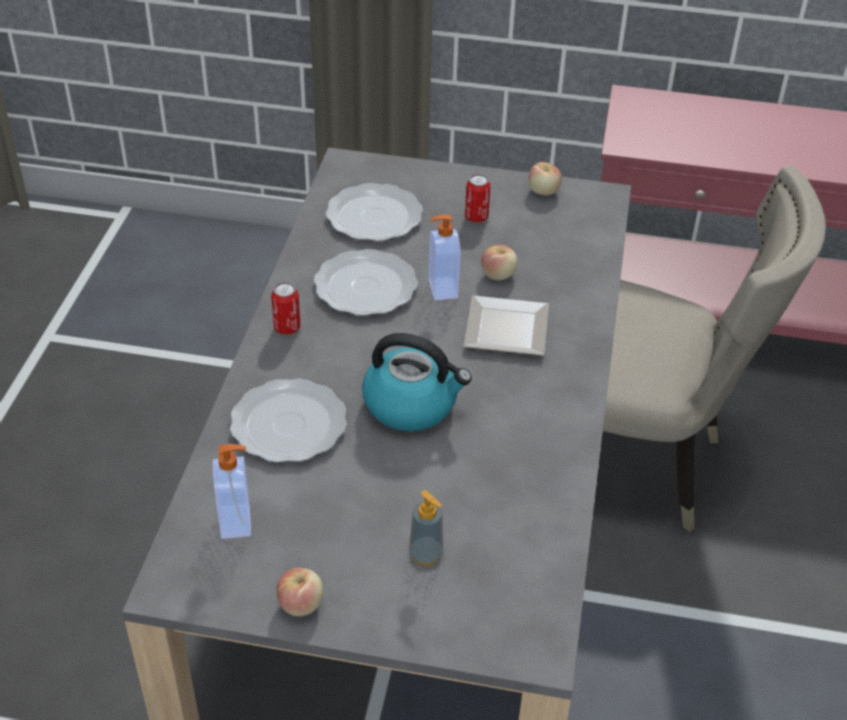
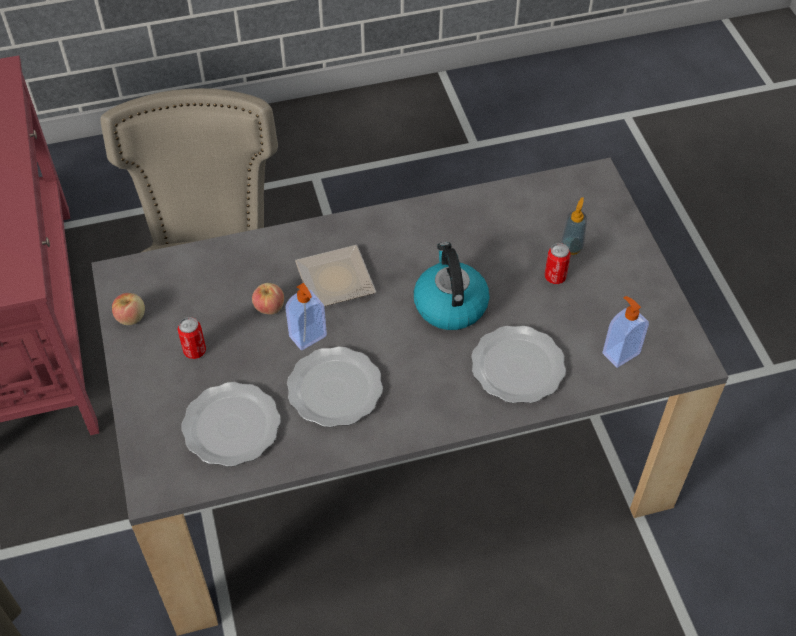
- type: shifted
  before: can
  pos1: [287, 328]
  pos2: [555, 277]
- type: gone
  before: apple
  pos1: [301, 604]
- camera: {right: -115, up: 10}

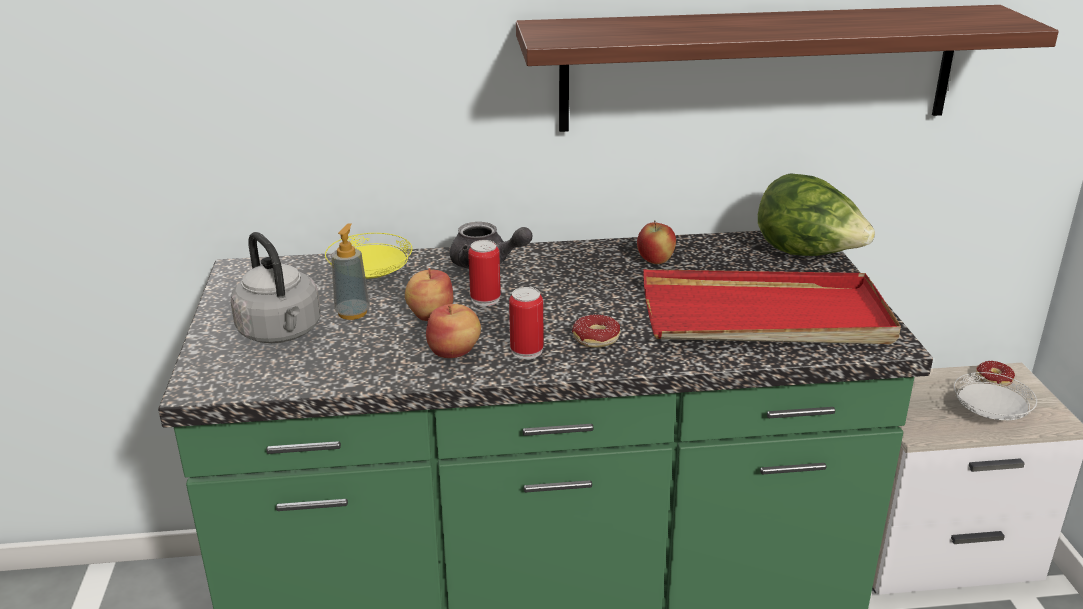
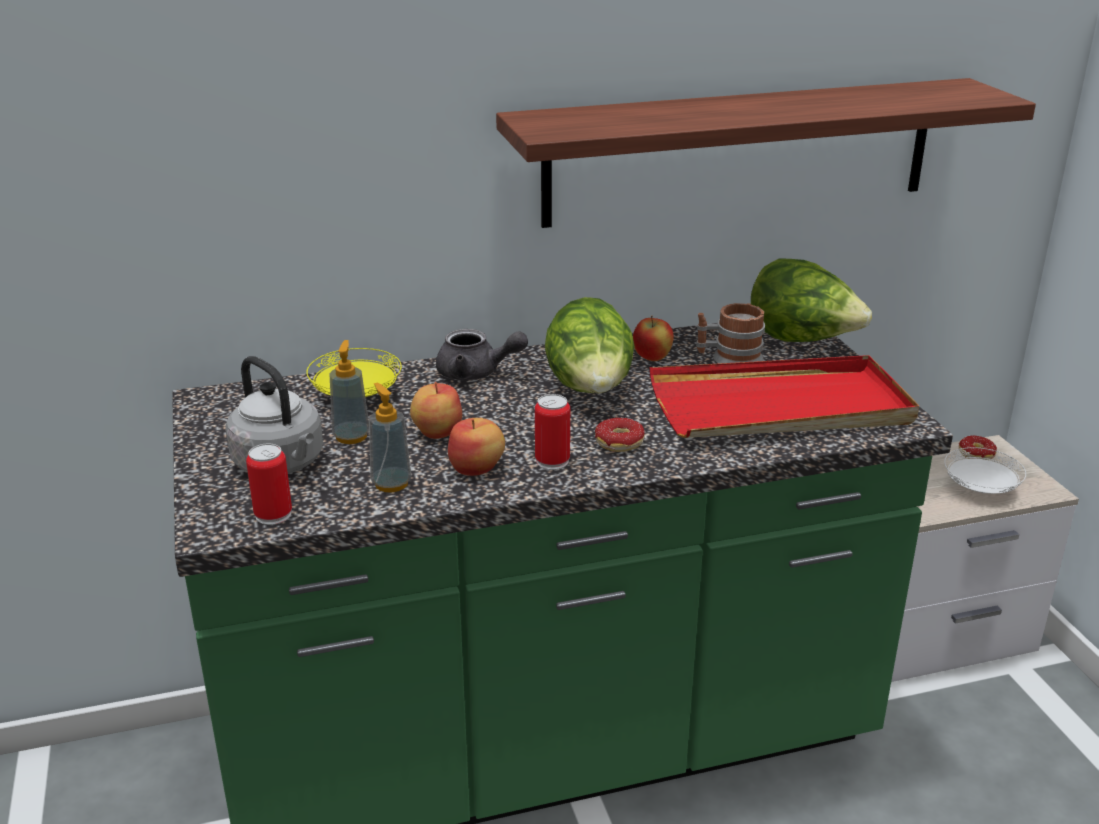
- type: shifted
  before: can
  pos1: [485, 299]
  pos2: [273, 515]
- type: new
  after: lettuce
  pos2: [591, 391]
- type: new
  after: mug
  pos2: [729, 359]
- type: new
  after: soap dispenser
  pos2: [391, 483]
- camera: {right: -10, up: 0}

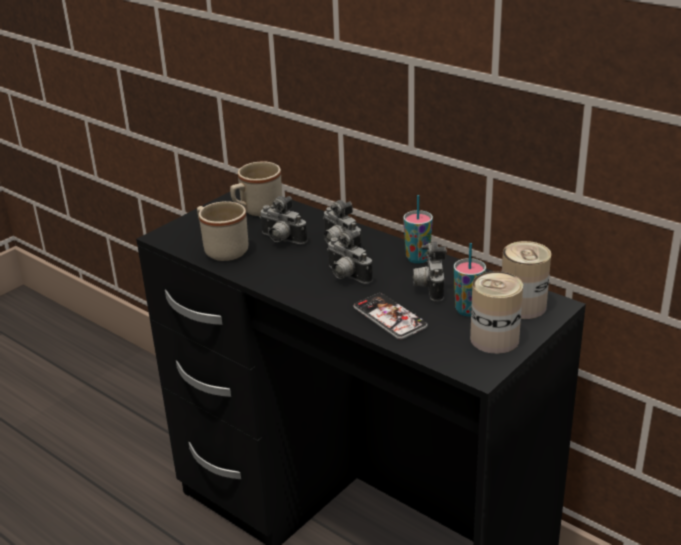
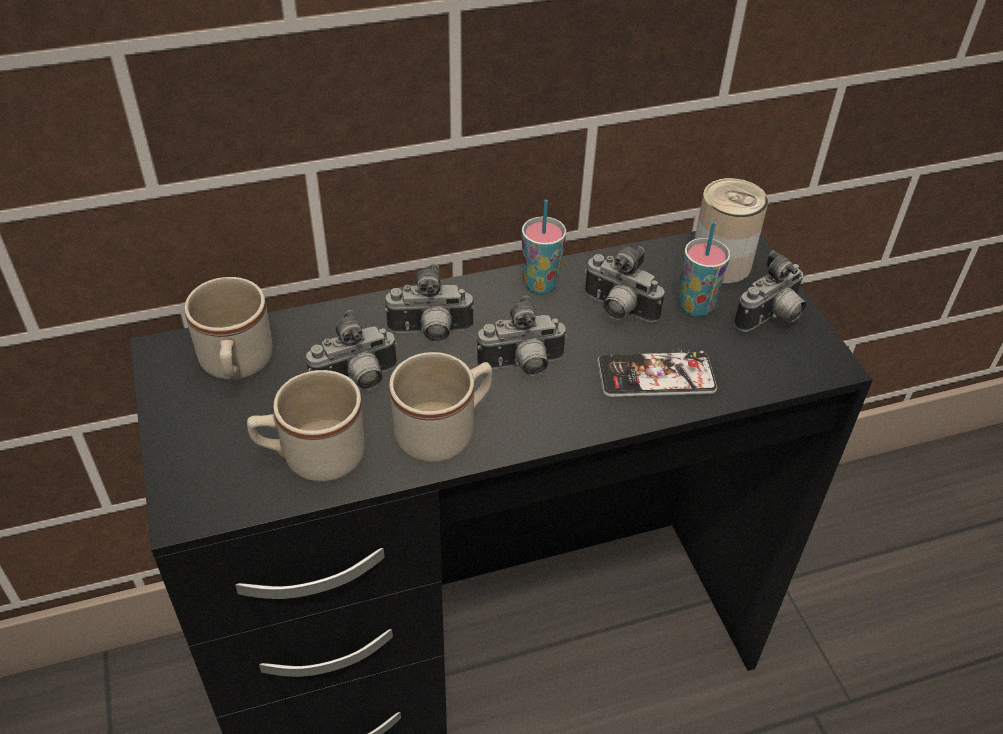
- type: swapped
  before: can
  after: photo camera
  pos1: [494, 339]
  pos2: [771, 318]
- type: new
  after: beige mug
  pos2: [445, 431]
- camera: {right: -60, up: 15}

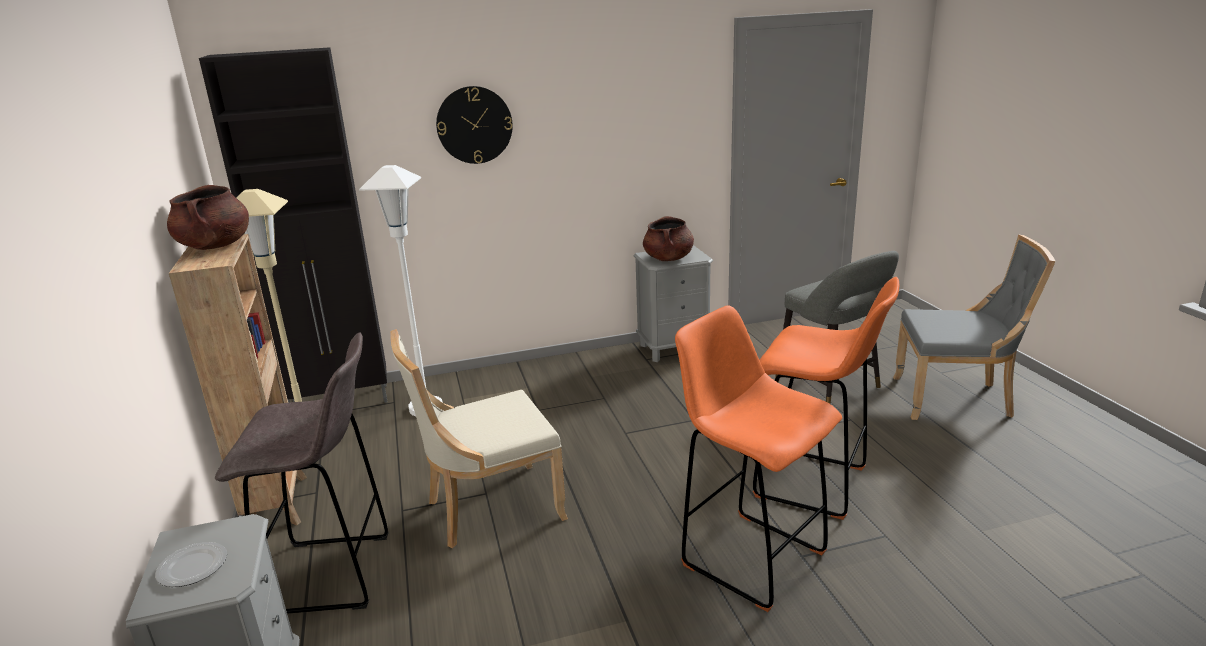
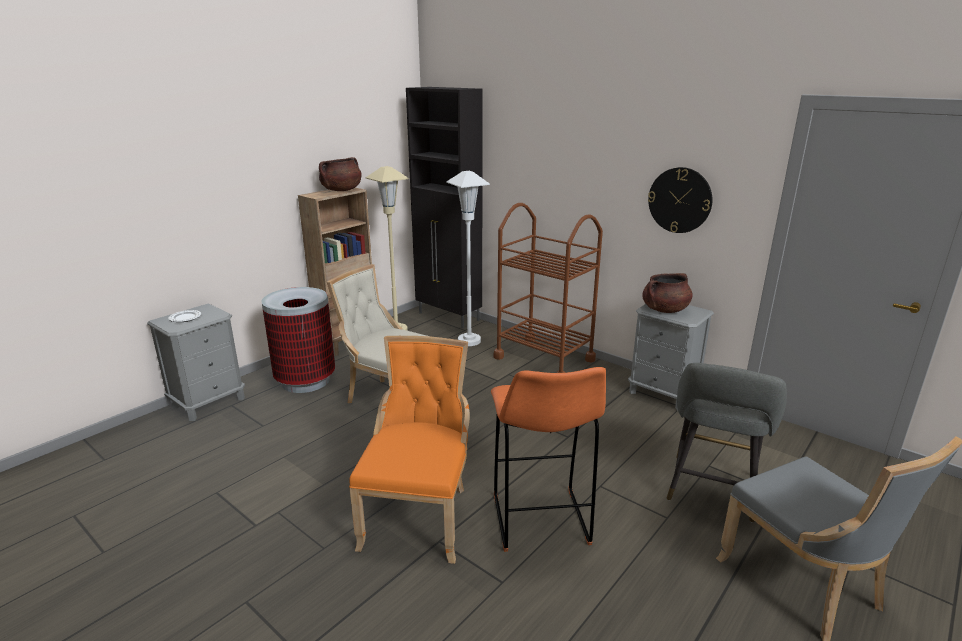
- type: shifted
  before: wall clock
  pos1: [474, 125]
  pos2: [680, 200]
- type: swapped
  before: orange stool
  after: orange chair
  pos1: [749, 557]
  pos2: [419, 515]
- type: swapped
  before: grey stool
  after: trash can
  pos1: [333, 574]
  pos2: [305, 381]
- type: new
  after: brown cart
  pos2: [544, 359]
- camera: {right: 55, up: 0}

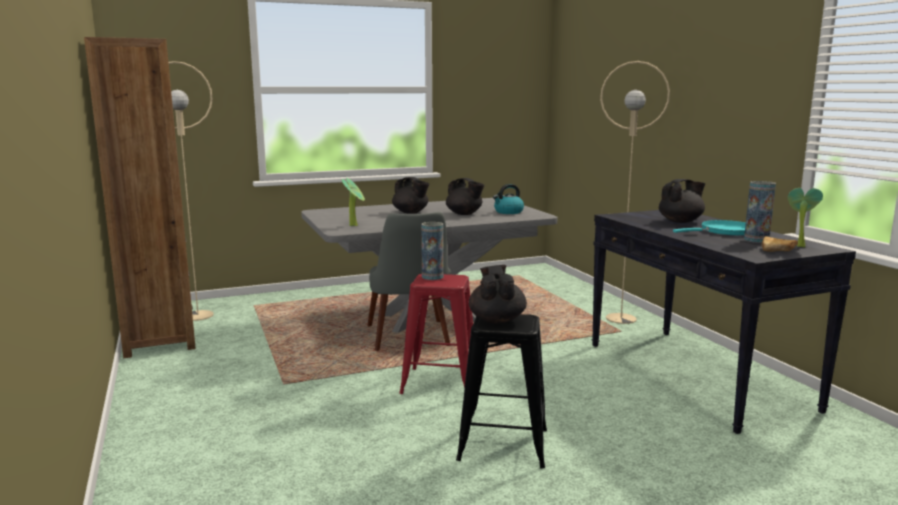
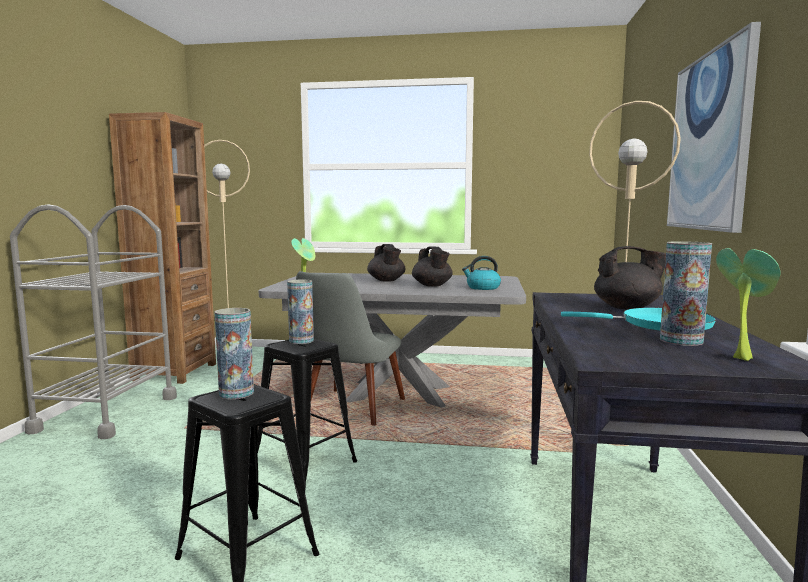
- type: gone
  before: bread
  pos1: [779, 250]
- type: swapped
  before: black teapot
  after: vase
  pos1: [496, 320]
  pos2: [236, 393]
- type: repainted
  before: red stool
  after: black stool
  pos1: [440, 383]
  pos2: [304, 462]
- type: new
  after: picture
  pos2: [709, 142]
- type: new
  after: grey cart
  pos2: [107, 414]
- camera: {right: 30, up: -5}

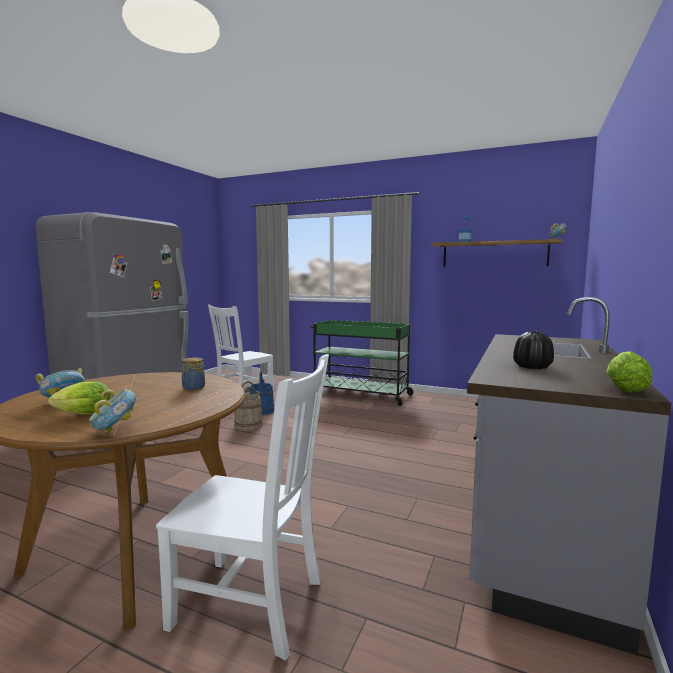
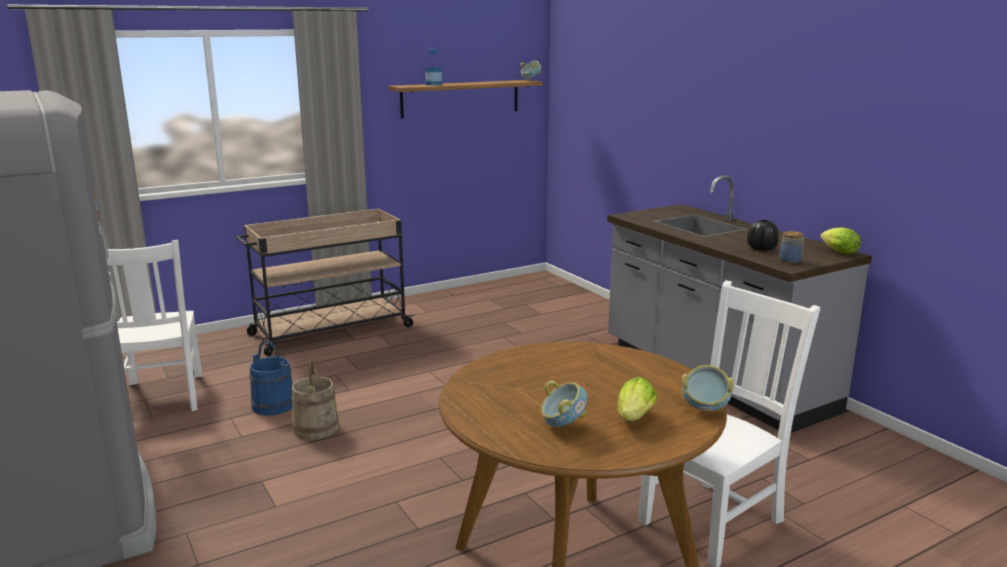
- type: repainted
  before: green cart
  after: beige cart
  pos1: [359, 394]
  pos2: [329, 331]
- type: shifted
  before: jar
  pos1: [193, 388]
  pos2: [790, 261]
- camera: {right: -55, up: 10}

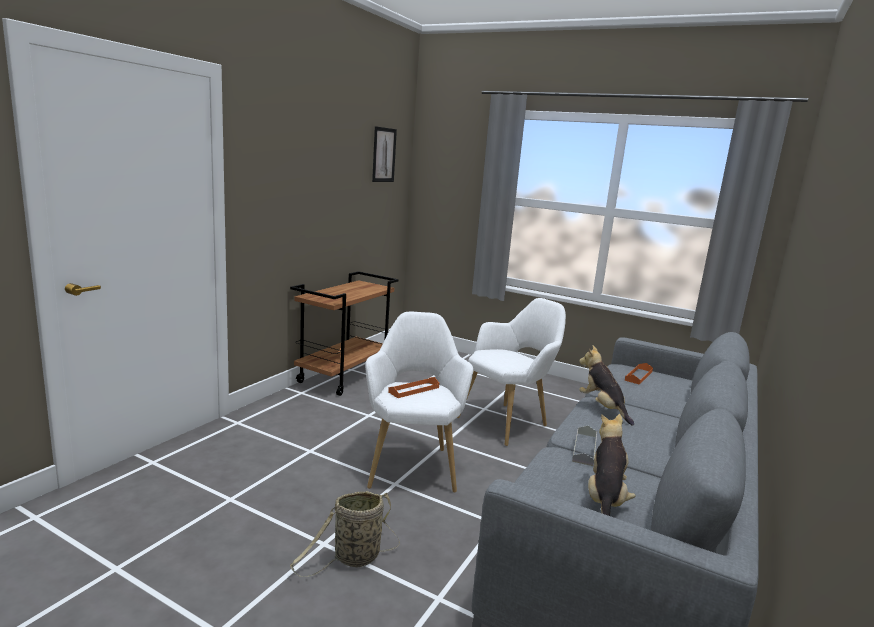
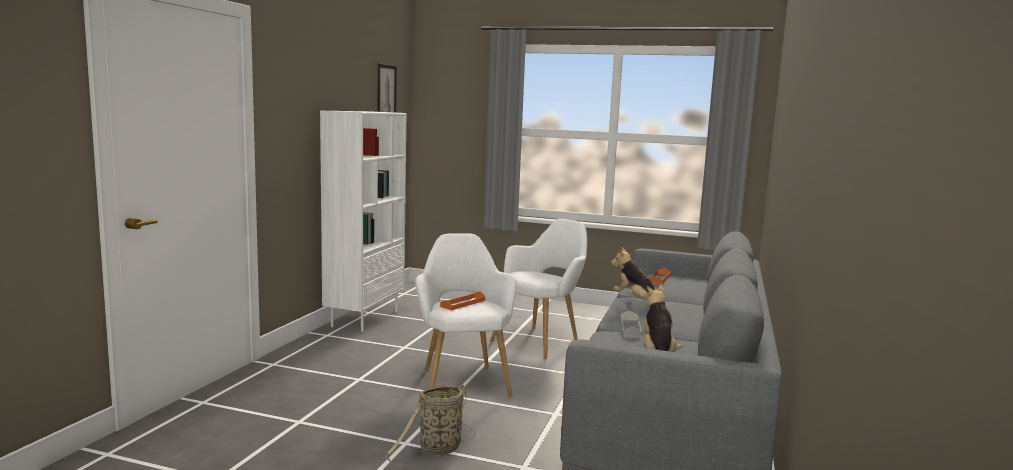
- type: swapped
  before: brown cart
  after: white bookcase
  pos1: [344, 376]
  pos2: [364, 318]
- camera: {right: -10, up: -5}

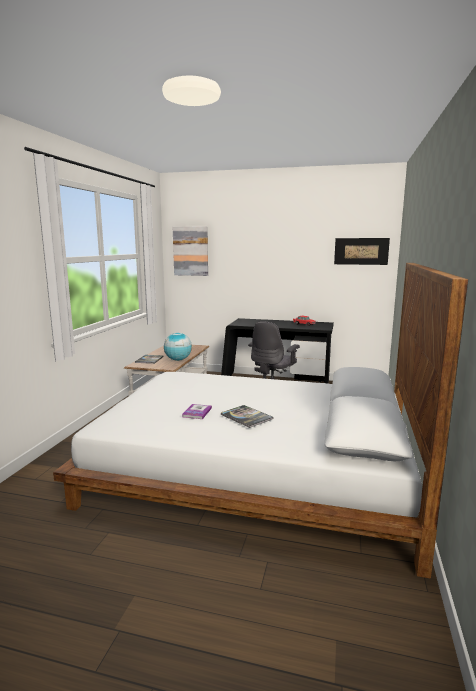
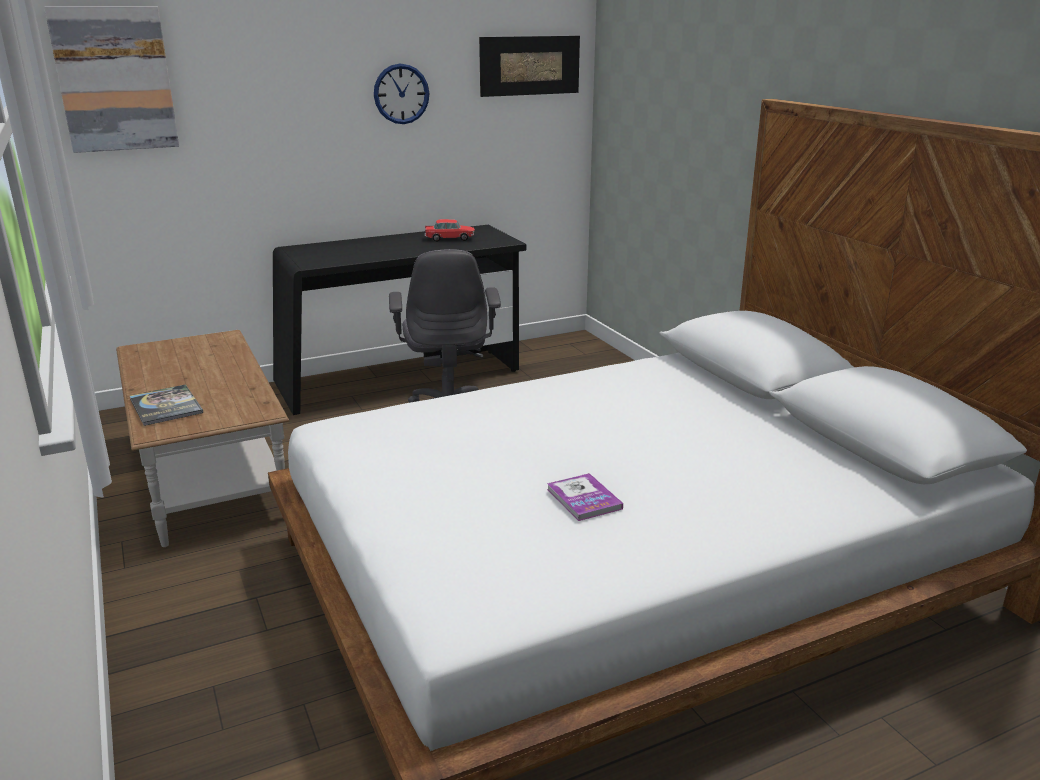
- type: gone
  before: globe
  pos1: [178, 360]
- type: gone
  before: book
  pos1: [246, 417]
- type: new
  after: wall clock
  pos2: [401, 94]
- camera: {right: -40, up: 10}

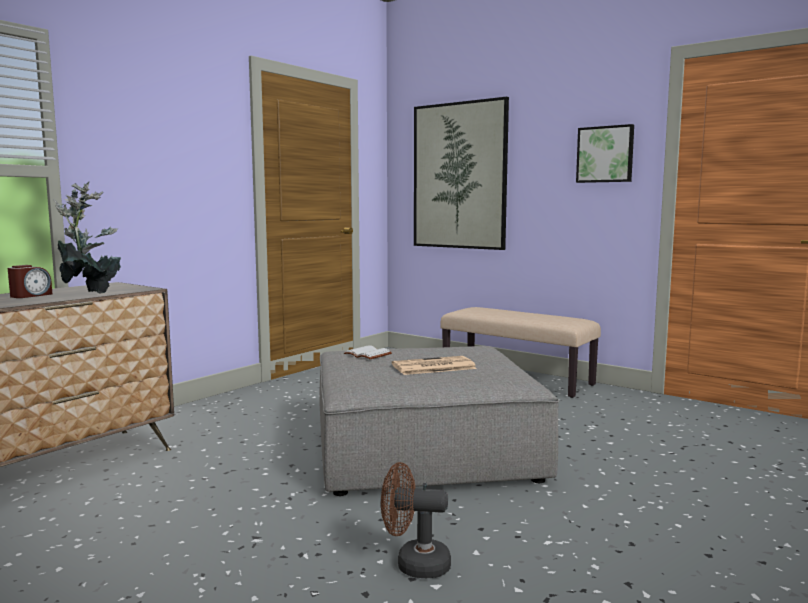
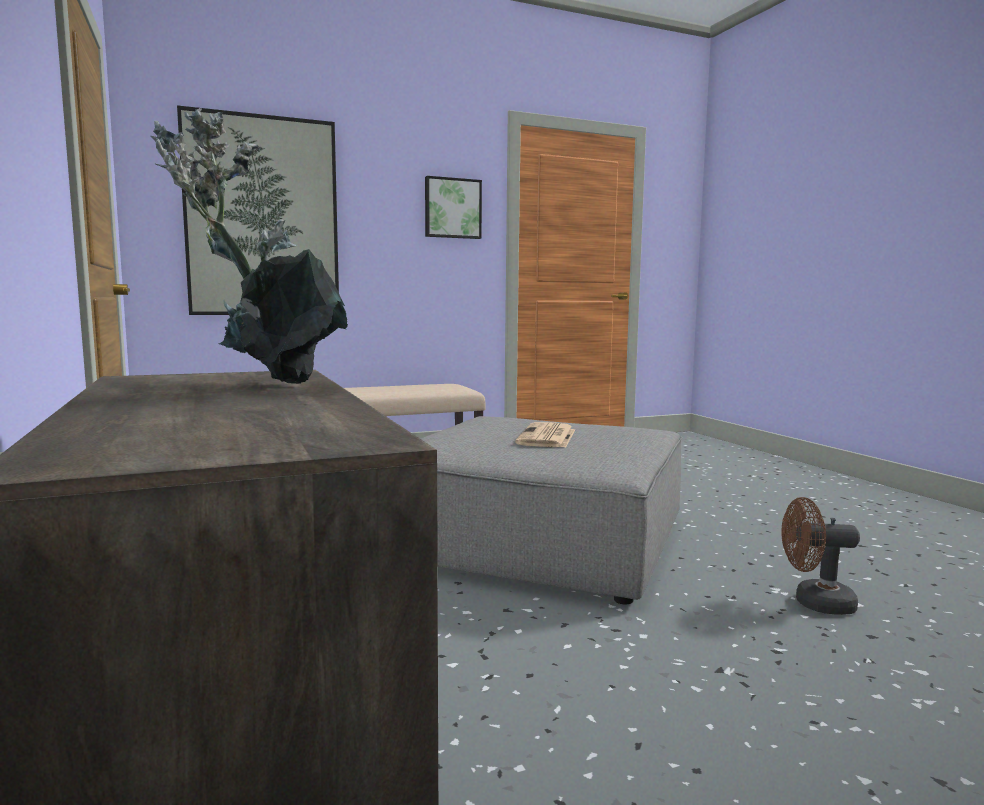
- type: gone
  before: alarm clock
  pos1: [31, 295]
- type: gone
  before: white book
  pos1: [369, 354]
- type: rotated
  before: brown fan
  pos1: [414, 564]
  pos2: [815, 603]
  turn: 60
- camera: {right: -60, up: 0}

